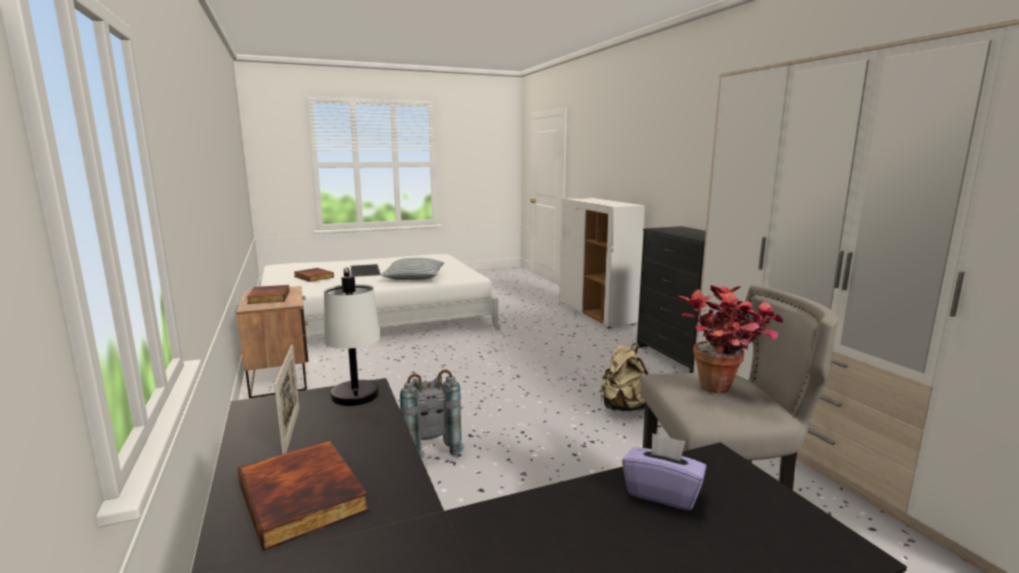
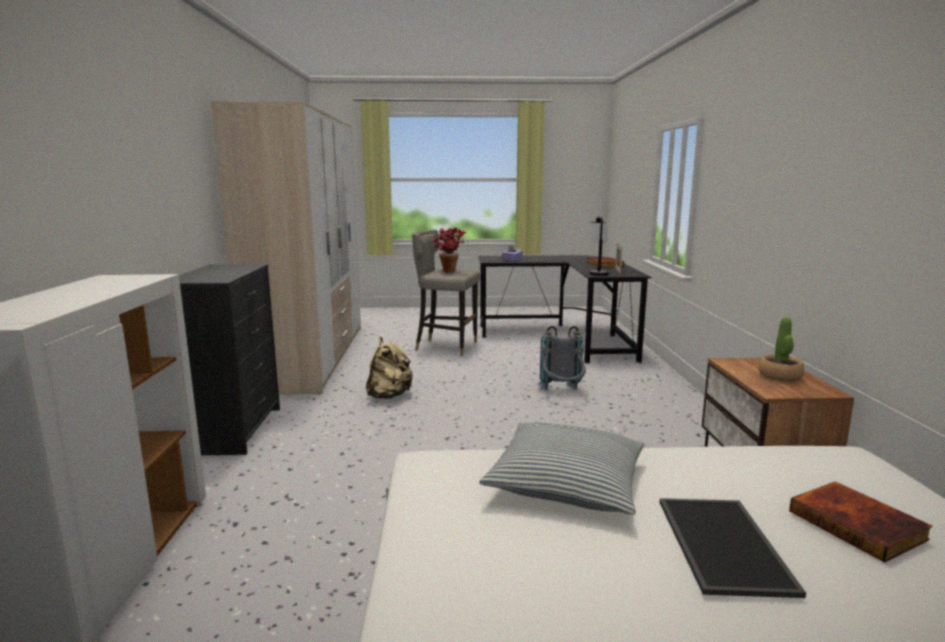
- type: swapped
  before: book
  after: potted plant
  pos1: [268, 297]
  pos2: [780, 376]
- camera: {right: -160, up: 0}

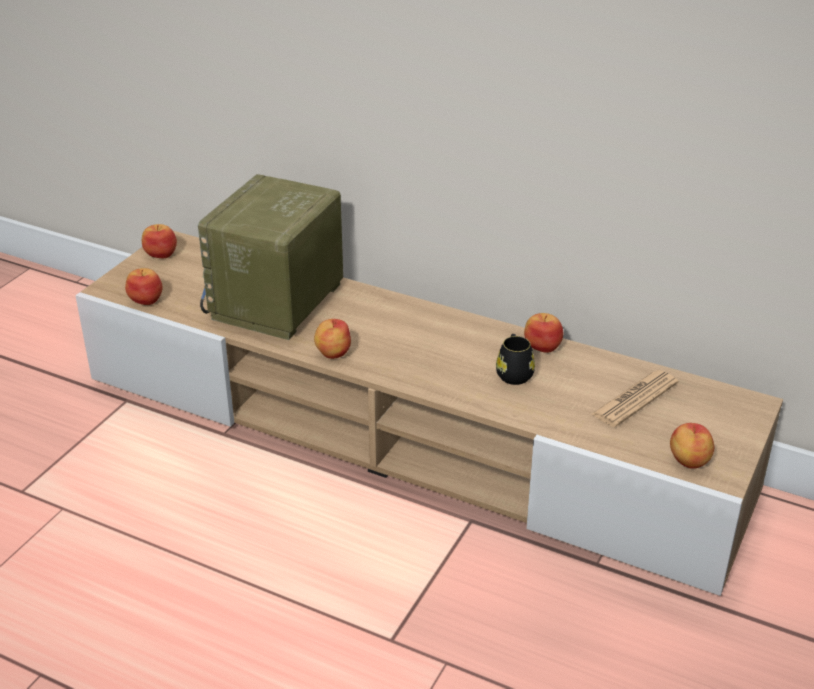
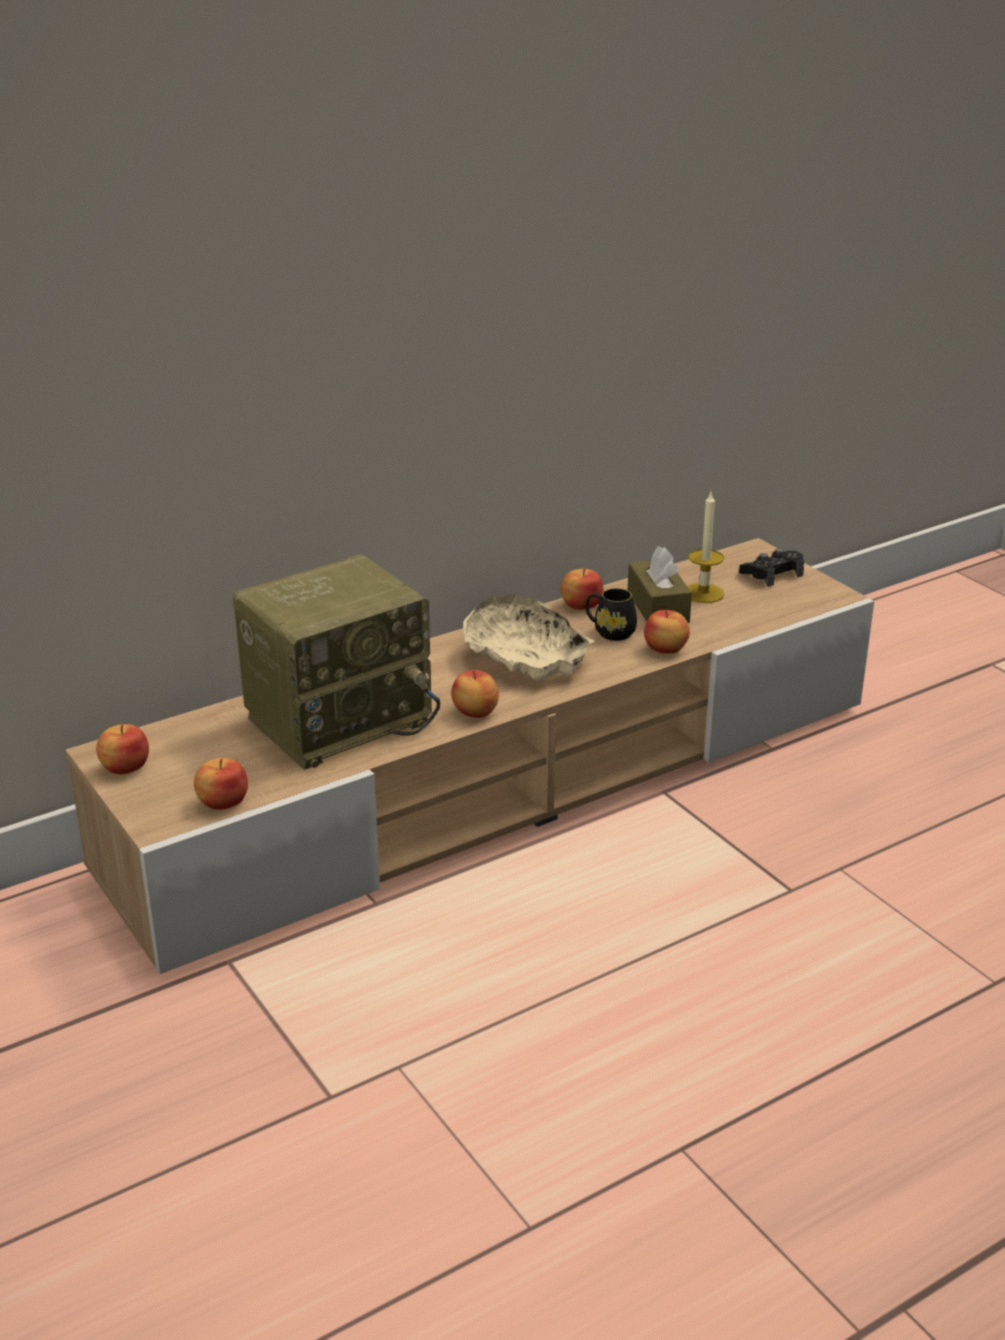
- type: rotated
  before: radio
  pos1: [277, 303]
  pos2: [339, 718]
  turn: -90
- type: swapped
  before: newspaper
  after: candle
  pos1: [635, 399]
  pos2: [703, 593]
- type: shifted
  before: apple
  pos1: [688, 461]
  pos2: [665, 649]
- type: new
  after: brown tissue box
  pos2: [658, 607]
- type: new
  after: black game controller
  pos2: [772, 574]
- type: new
  after: beige bowl
  pos2: [525, 658]
- camera: {right: -60, up: -5}

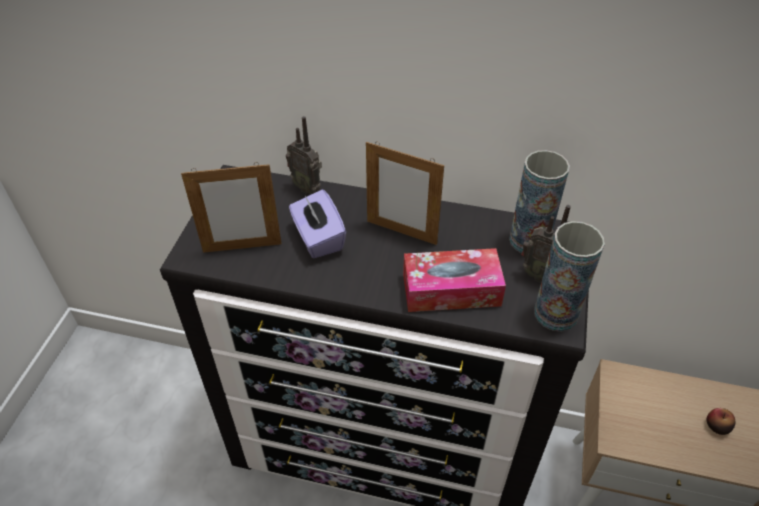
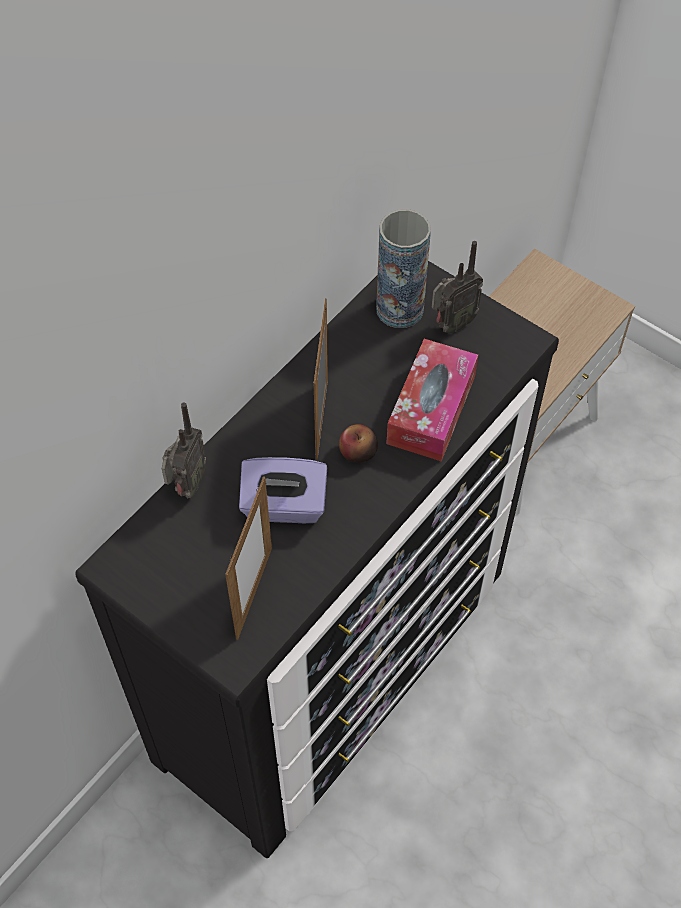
- type: rotated
  before: radio
  pos1: [307, 187]
  pos2: [186, 486]
  turn: -45
- type: rotated
  before: picture frame
  pos1: [401, 232]
  pos2: [322, 419]
  turn: 135
- type: gone
  before: vase
  pos1: [556, 313]
- type: shifted
  before: apple
  pos1: [717, 426]
  pos2: [358, 452]
- camera: {right: -65, up: 10}

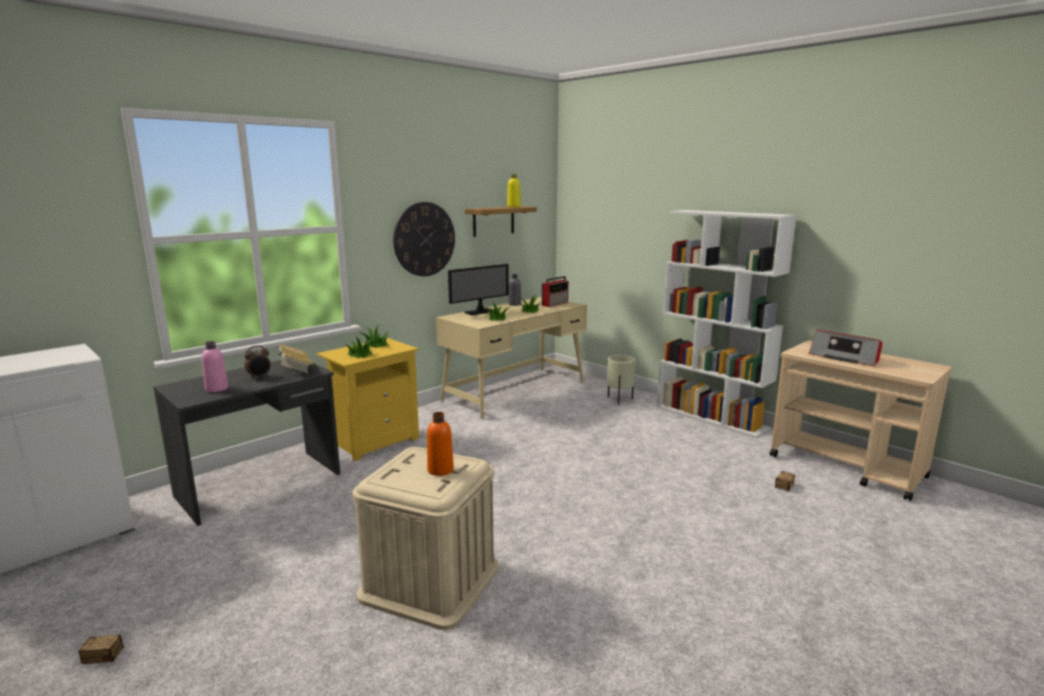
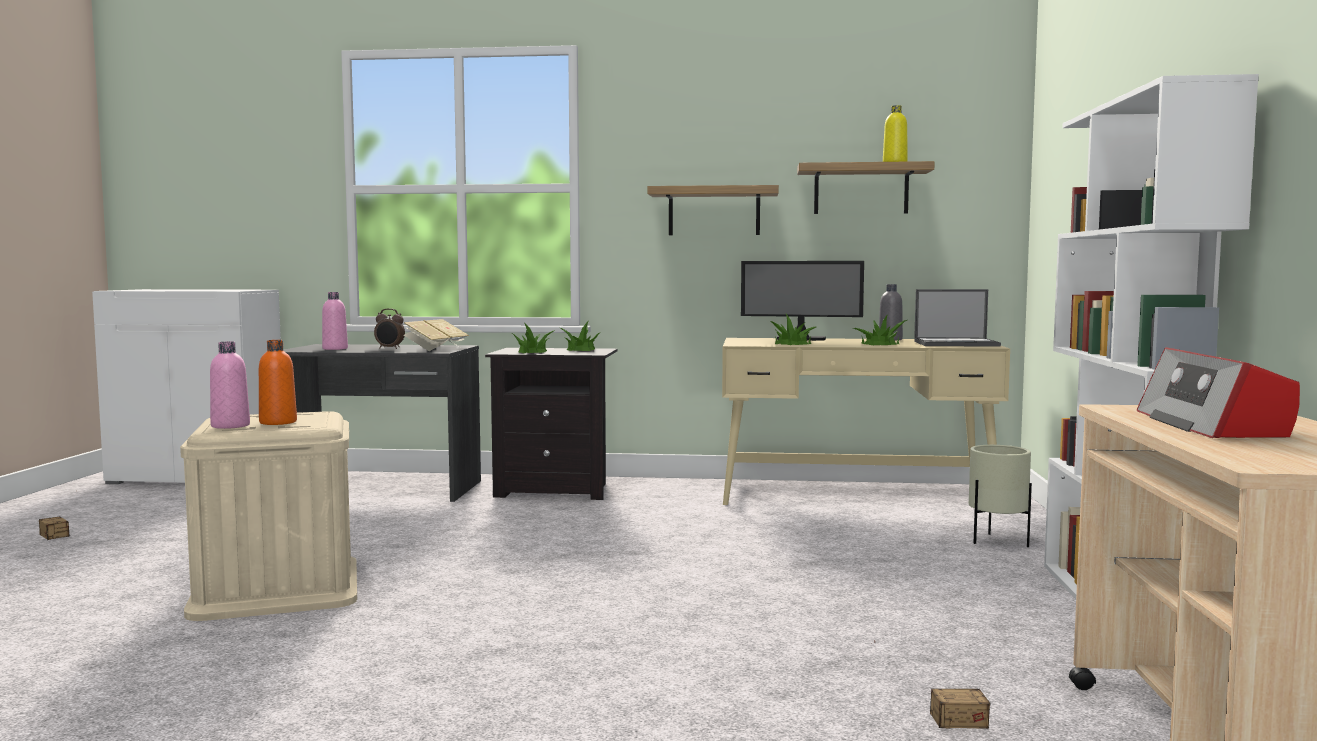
- type: swapped
  before: wall clock
  after: shelf
  pos1: [424, 239]
  pos2: [714, 212]
- type: swapped
  before: radio
  after: laptop
  pos1: [555, 304]
  pos2: [957, 344]
- type: repainted
  before: yellow nightstand
  after: black nightstand
  pos1: [374, 441]
  pos2: [556, 490]
- type: new
  after: pink bottle
  pos2: [230, 426]
- camera: {right: 50, up: -10}

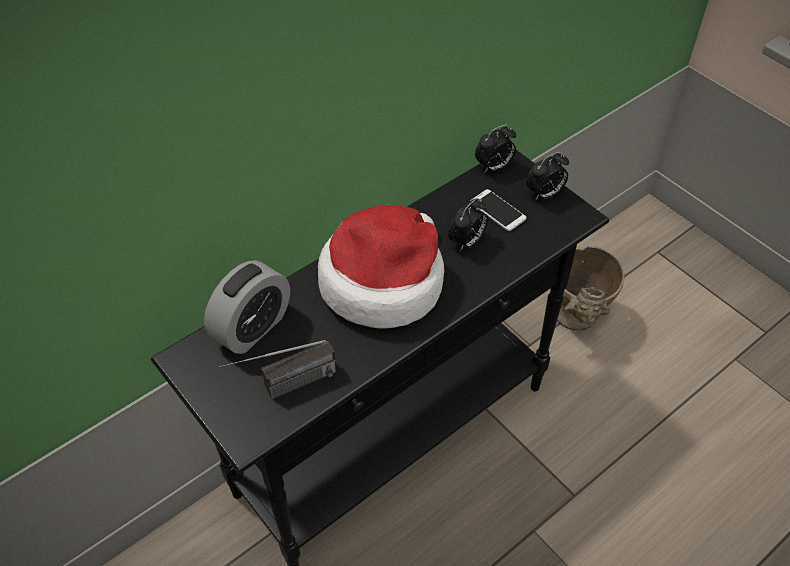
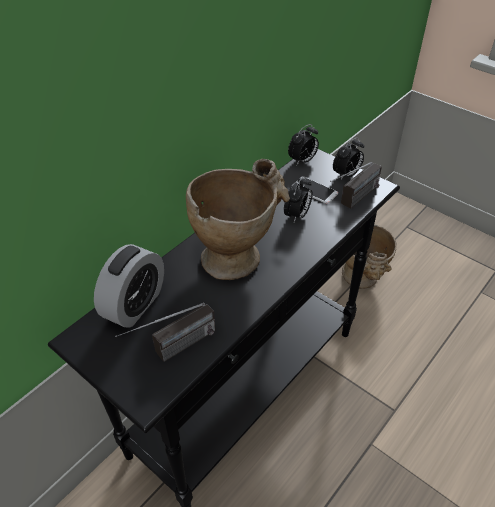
- type: swapped
  before: hat
  after: beige vase
  pos1: [383, 281]
  pos2: [238, 253]
- type: new
  after: radio
  pos2: [353, 201]
- camera: {right: -10, up: -5}

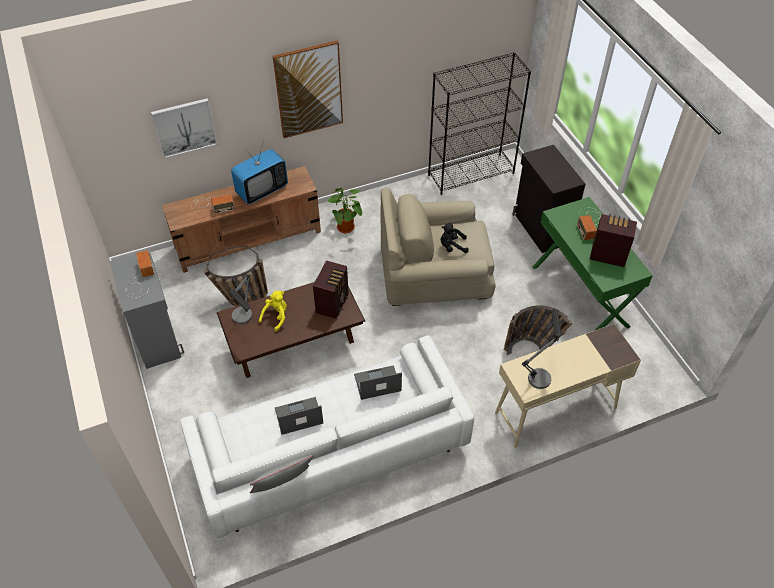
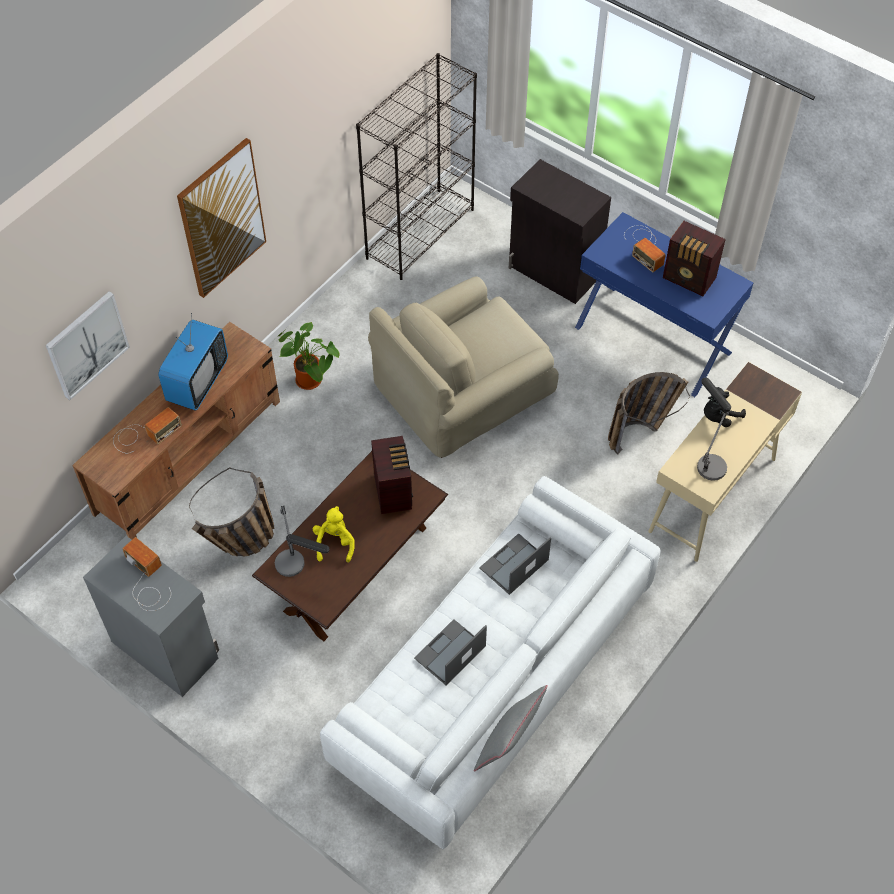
- type: repainted
  before: green desk
  after: blue desk
  pos1: [580, 296]
  pos2: [653, 339]
- type: rotated
  before: radio
  pos1: [607, 255]
  pos2: [689, 279]
  turn: -135
- type: shifted
  before: black plush toy
  pos1: [452, 246]
  pos2: [719, 416]
- camera: {right: -30, up: 5}

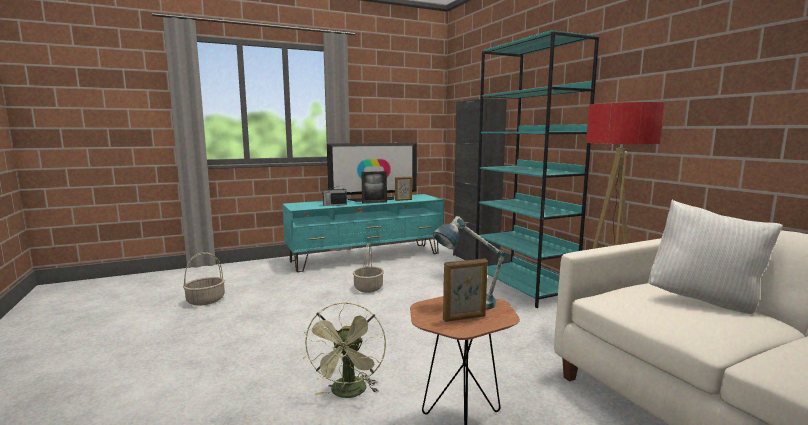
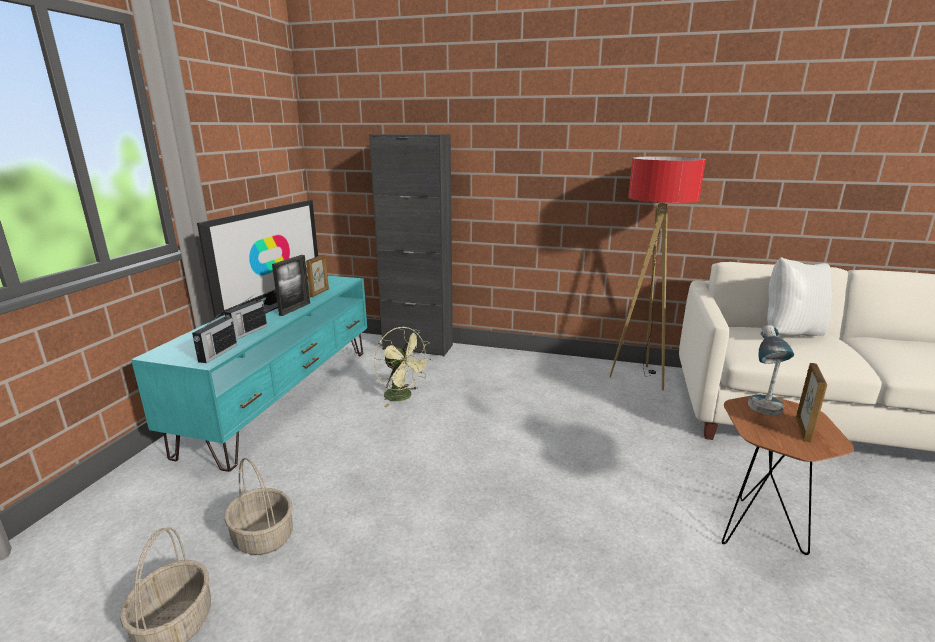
- type: gone
  before: turquoise bookcase
  pos1: [523, 286]
- type: shifted
  before: basket
  pos1: [368, 288]
  pos2: [262, 537]
- type: shifted
  before: green fan
  pos1: [348, 393]
  pos2: [403, 397]
- type: new
  after: radio
  pos2: [217, 353]
- camera: {right: -50, up: 10}

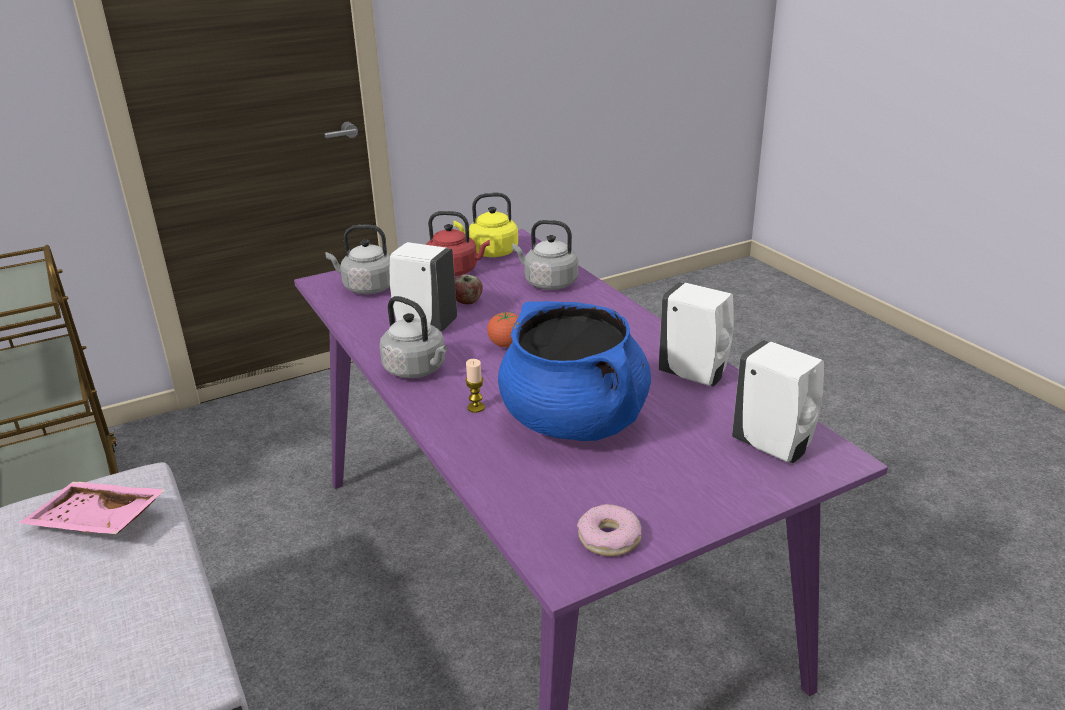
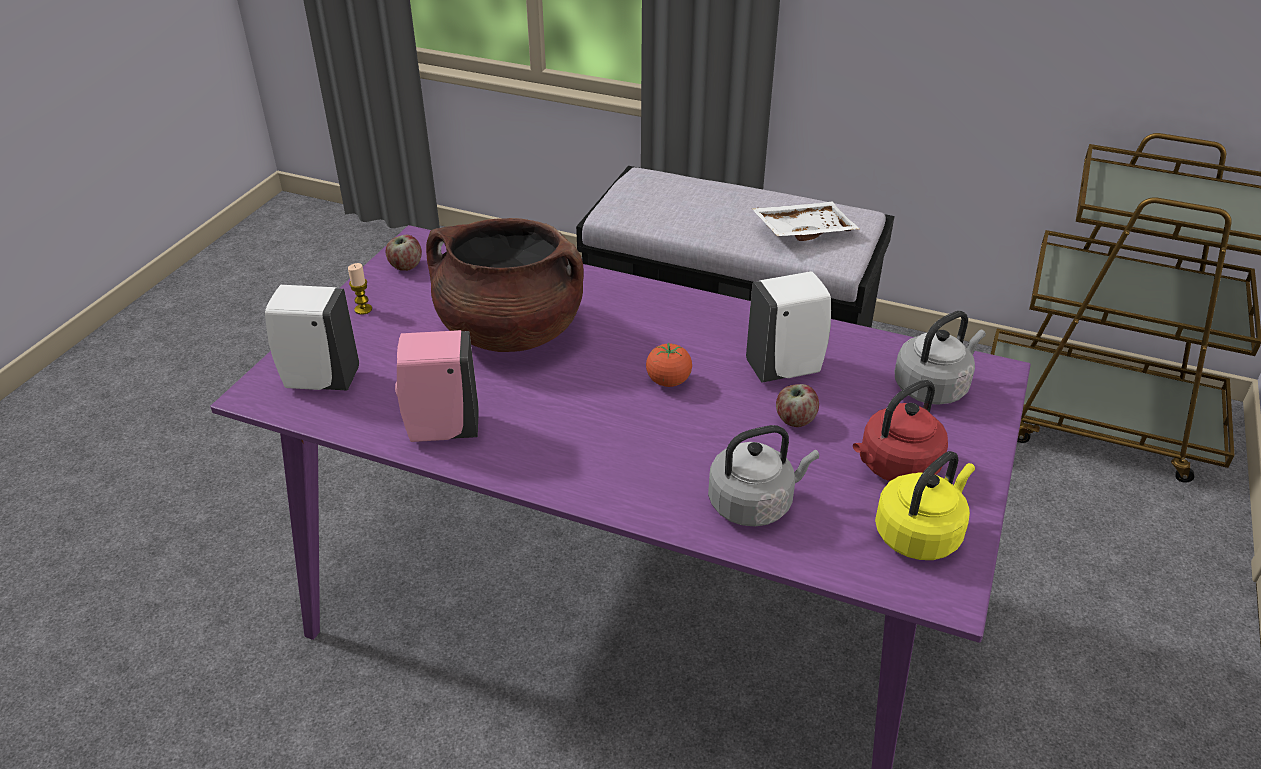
- type: repainted
  before: white soap dispenser
  after: pink soap dispenser
  pos1: [695, 375]
  pos2: [440, 430]
- type: gone
  before: grey kettle
  pos1: [417, 370]
- type: repainted
  before: blue cooking pot
  after: brown cooking pot
  pos1: [575, 421]
  pos2: [510, 331]
- type: shifted
  before: candle
  pos1: [476, 407]
  pos2: [363, 309]
- type: repainted
  before: pink tray
  after: white tray
  pos1: [96, 523]
  pos2: [803, 230]
- type: swapped
  before: donut
  after: apple
  pos1: [609, 538]
  pos2: [405, 266]
- camera: {right: 140, up: 10}

